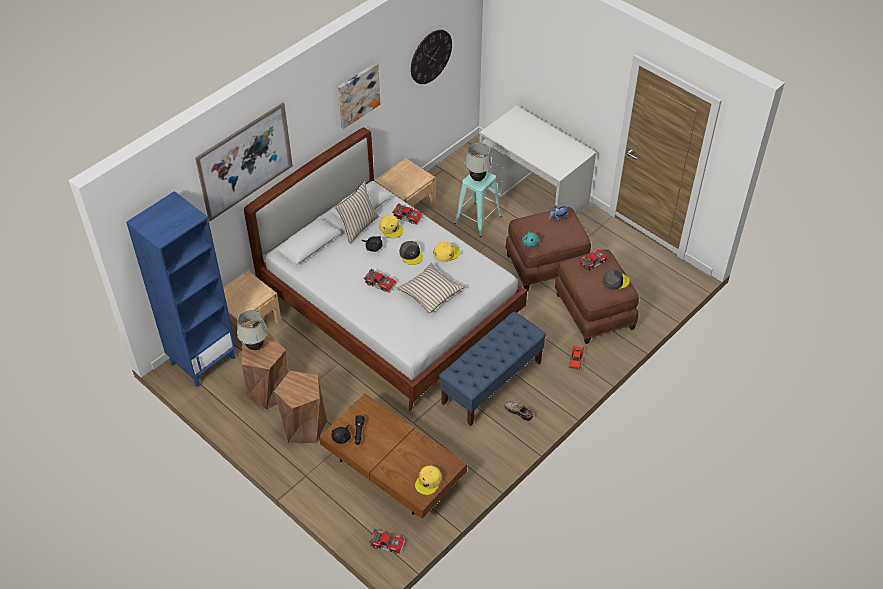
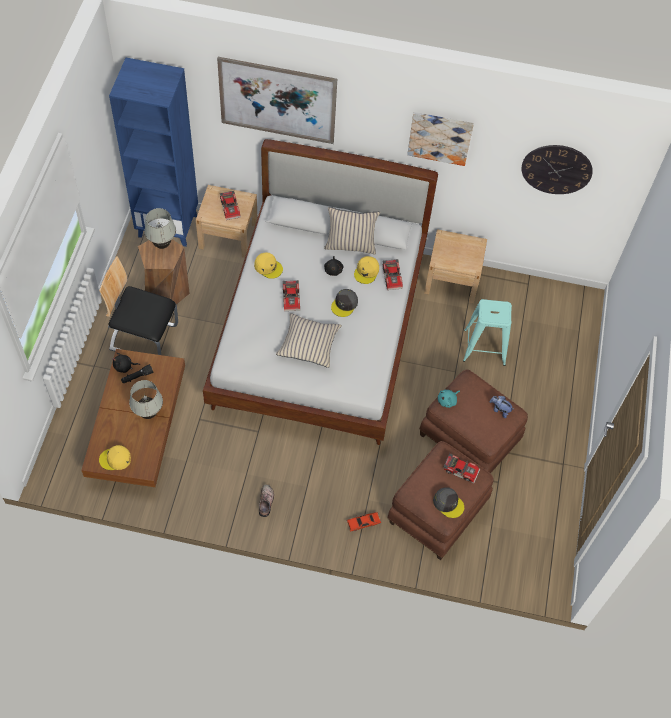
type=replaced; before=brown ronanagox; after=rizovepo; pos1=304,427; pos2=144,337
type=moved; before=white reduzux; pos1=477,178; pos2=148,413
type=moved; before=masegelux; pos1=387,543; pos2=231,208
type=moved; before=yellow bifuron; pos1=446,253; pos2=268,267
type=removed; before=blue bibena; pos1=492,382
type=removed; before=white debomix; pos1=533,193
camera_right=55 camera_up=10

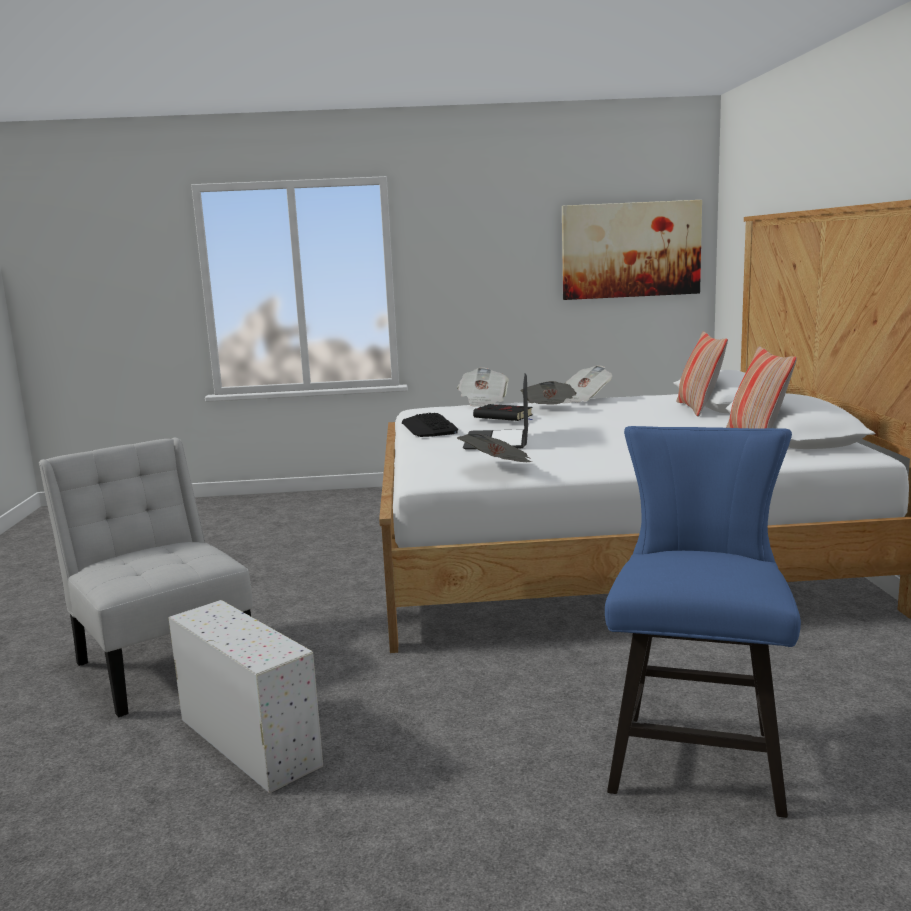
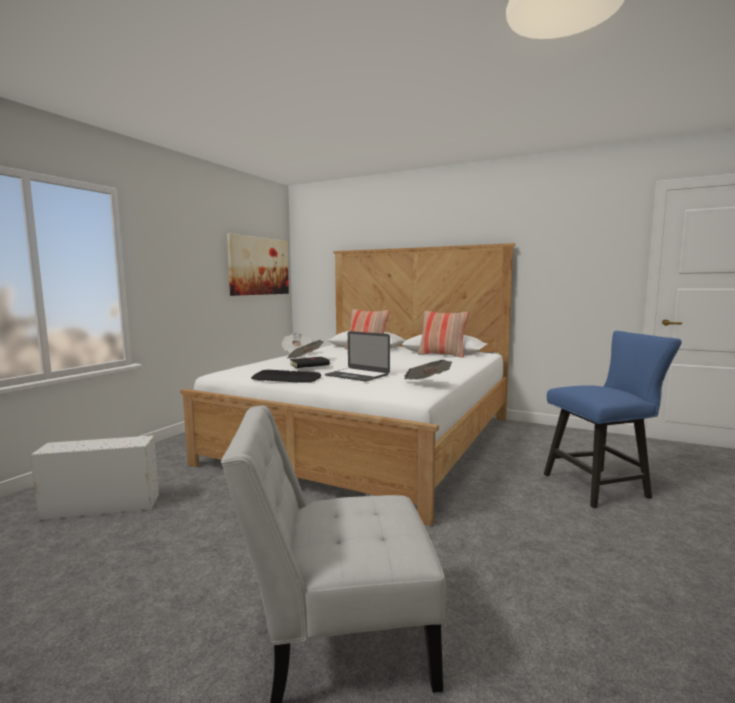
type=moved; before=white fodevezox; pos1=247,740; pos2=100,507
type=turned; before=blue rizovepo; pos1=697,753; pos2=602,486; turn=120
type=removed; before=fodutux; pos1=483,402
camera_right=-60 camera_up=-5

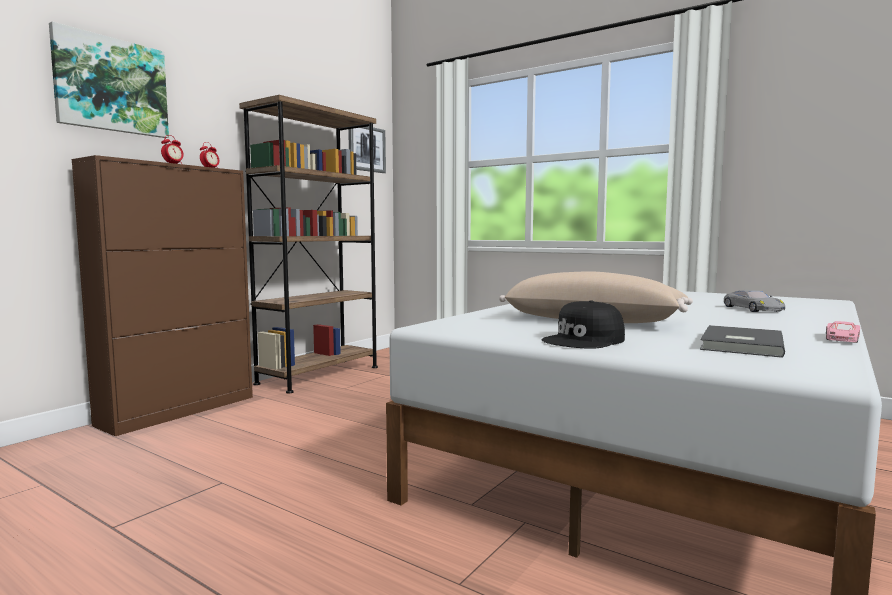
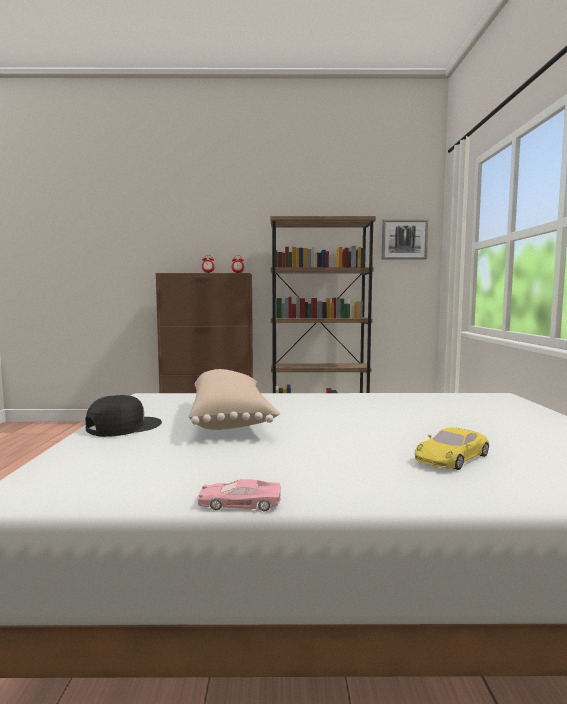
type=turned; before=black bifuron; pos1=584,340; pos2=123,426; turn=120
type=recoloured; before=grey masegelux; after=yellow masegelux; pos1=752,309; pos2=452,457
type=removed; before=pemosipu; pos1=111,85
type=removed; before=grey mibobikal; pos1=739,344
camera_right=55 camera_up=0

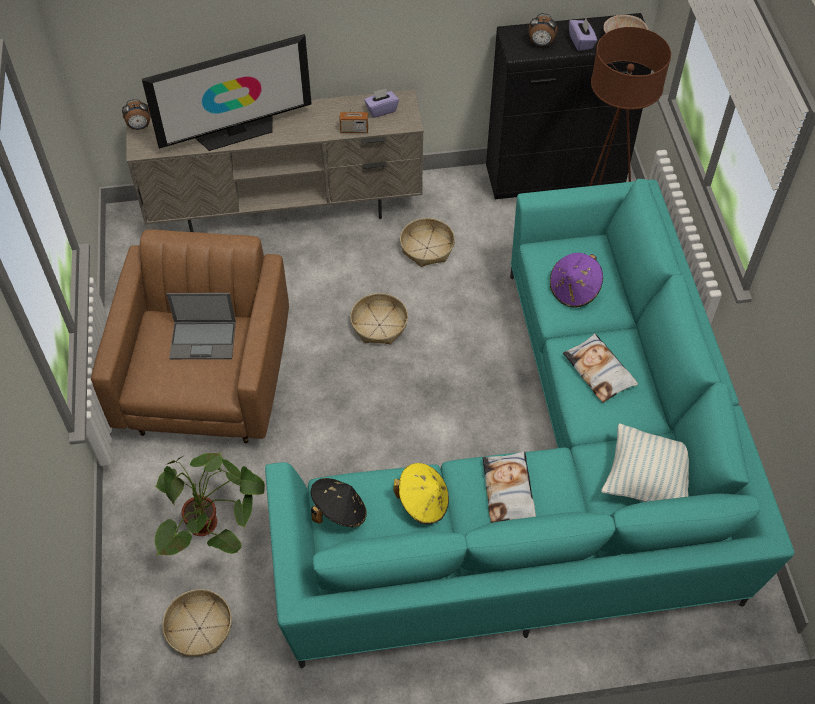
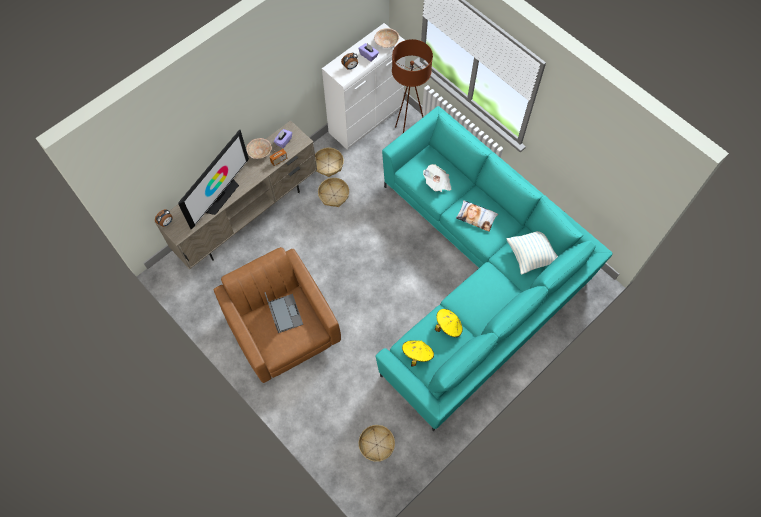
type=added; after=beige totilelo; pos2=260,152
type=turned; before=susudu; pos1=204,340; pos2=285,313; turn=-75
type=moved; before=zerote; pos1=379,325; pos2=328,164
type=recoloured; before=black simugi; after=white simugi; pos1=555,177; pos2=366,120
type=recoloured; before=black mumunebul; after=yellow mumunebul; pos1=339,511; pos2=417,354
type=replaced; before=purple mumunebul; after=fodutux; pos1=574,290; pos2=437,183
type=removed; before=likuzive; pos1=214,531
type=removed; before=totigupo; pos1=509,490
camera_right=-35 camera_up=10

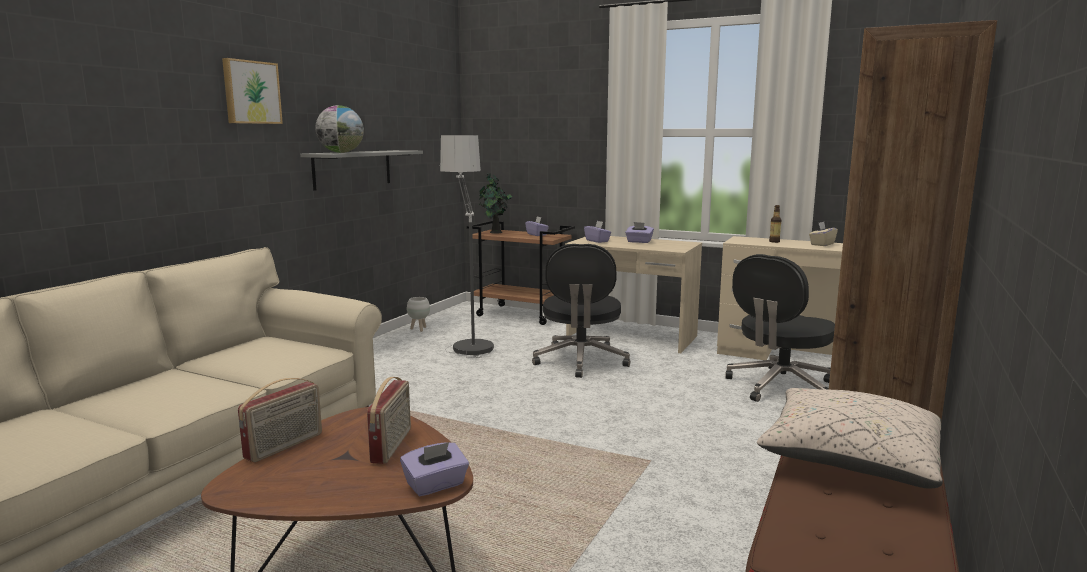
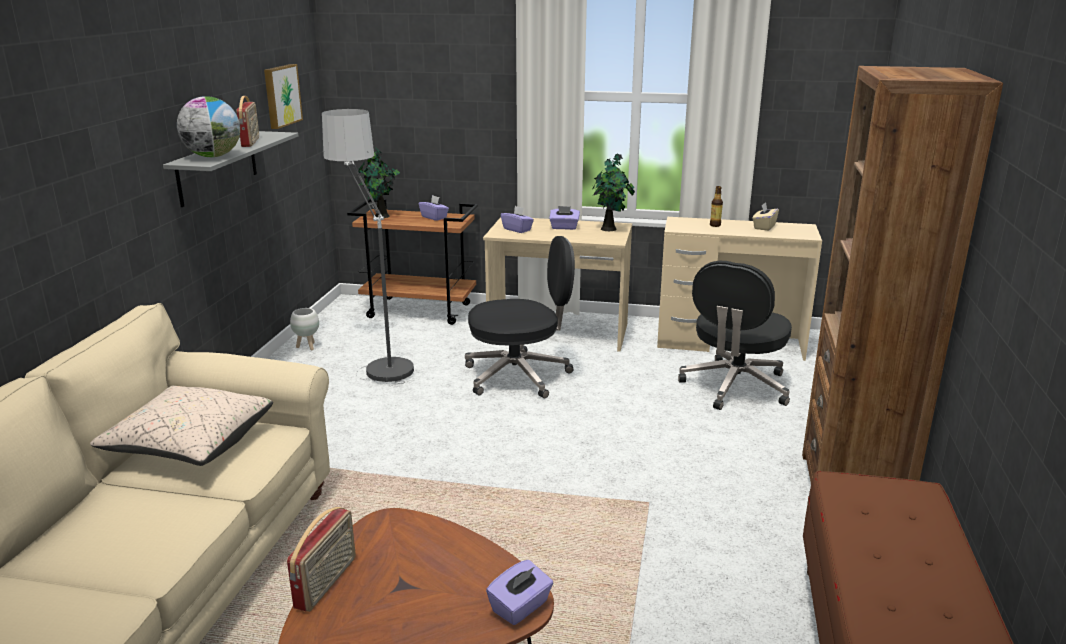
type=moved; before=beige totigupo; pos1=849,460; pos2=190,444
type=moved; before=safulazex; pos1=392,446; pos2=251,142
type=moved; before=pemosipu; pos1=251,92; pos2=281,95
type=turned; before=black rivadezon; pos1=580,361; pos2=519,375; turn=-90
type=added; after=likuzive; pos2=610,229
camera_right=-15 camera_up=10

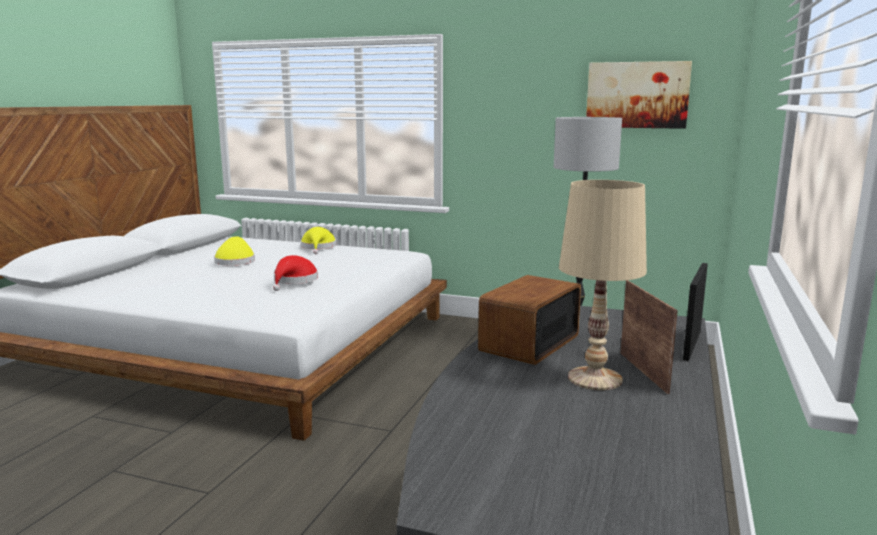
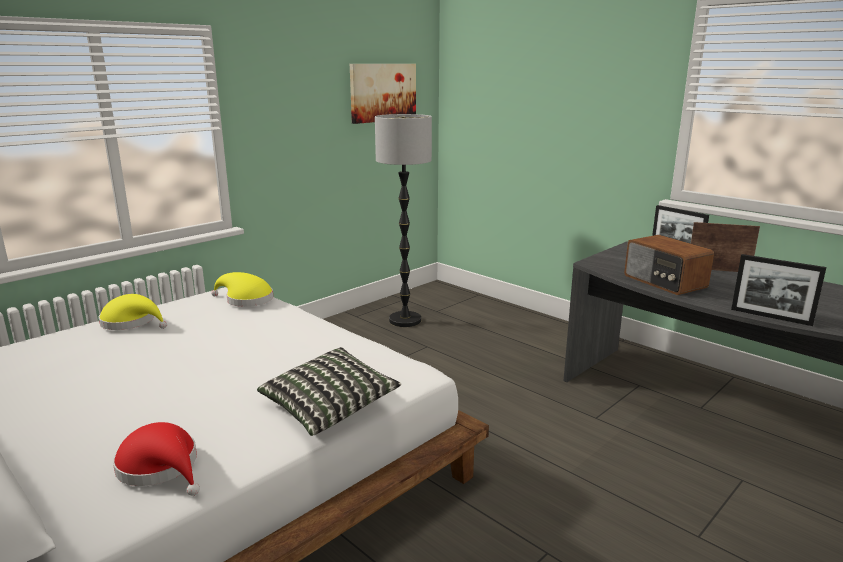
type=moved; before=red mumunebul; pos1=294,281; pos2=161,467
type=moved; before=yellow mumunebul; pos1=235,261; pos2=246,300
type=added; after=totigupo; pos2=329,407
type=added; after=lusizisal; pos2=771,317
type=removed; before=beige reduzux; pos1=594,379
camera_right=-65 camera_up=5

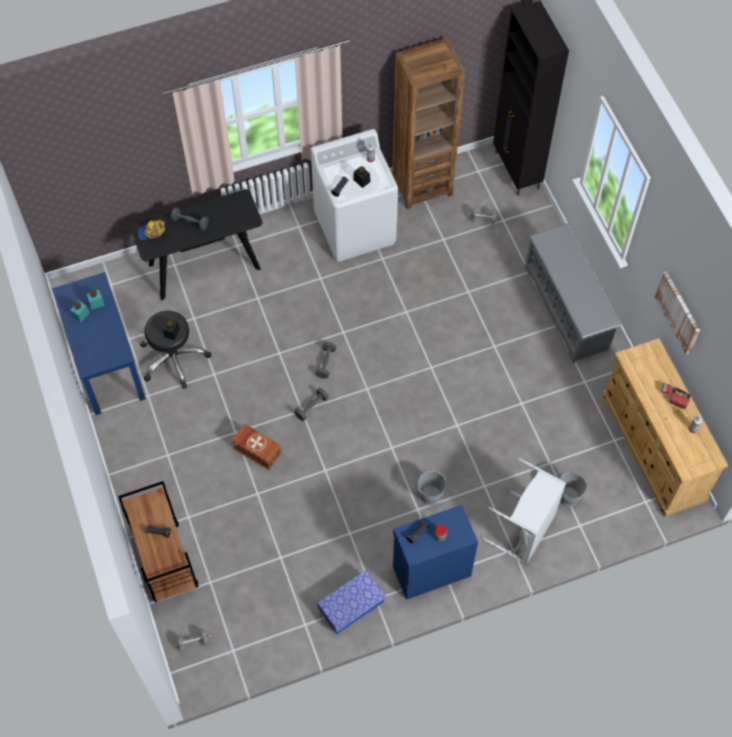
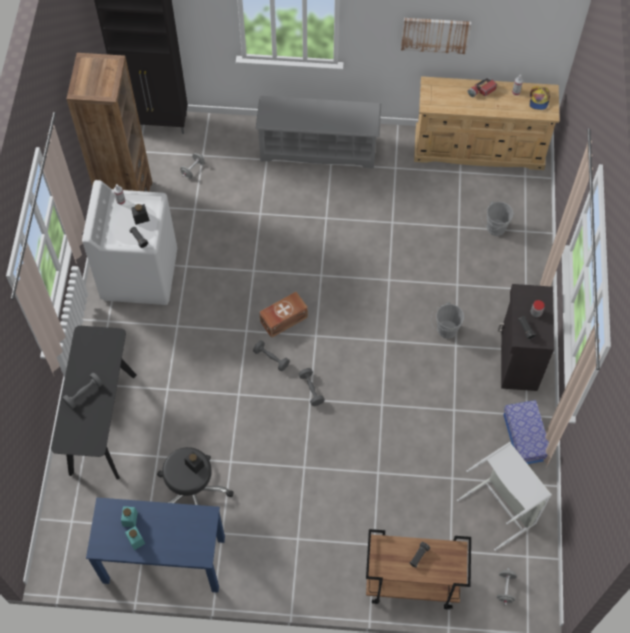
type=moved; before=brown fodevezox; pos1=257,450; pos2=283,319
type=moved; before=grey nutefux; pos1=526,531; pos2=503,507
type=recoloured; before=blue simugi; after=black simugi; pos1=430,570; pos2=517,360
type=moved; before=bifuron; pos1=151,232; pos2=539,99
camera_right=-65 camera_up=0

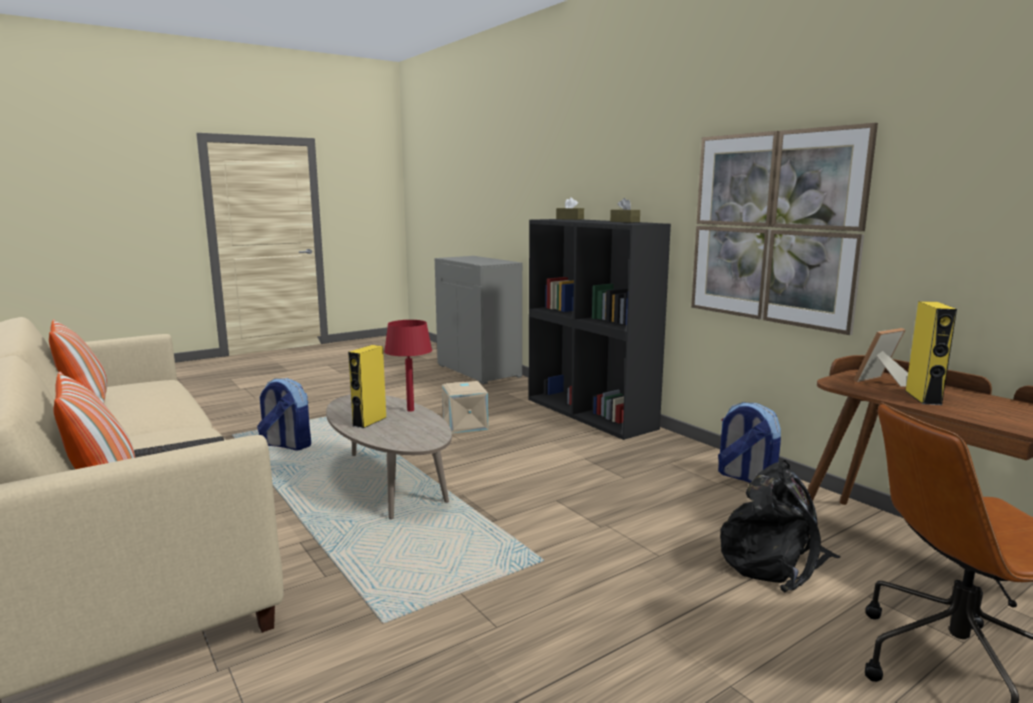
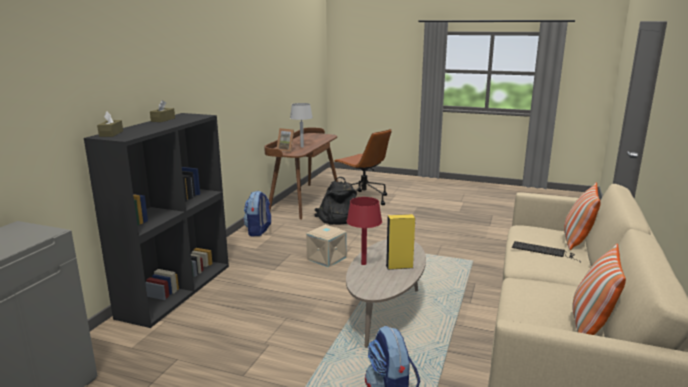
type=replaced; before=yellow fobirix; after=grey reduzux; pos1=923,397; pos2=301,147
type=moved; before=beige fodevezox; pos1=466,425; pos2=326,258
type=removed; before=pemosipu; pos1=773,228
camera_right=-125 camera_up=5

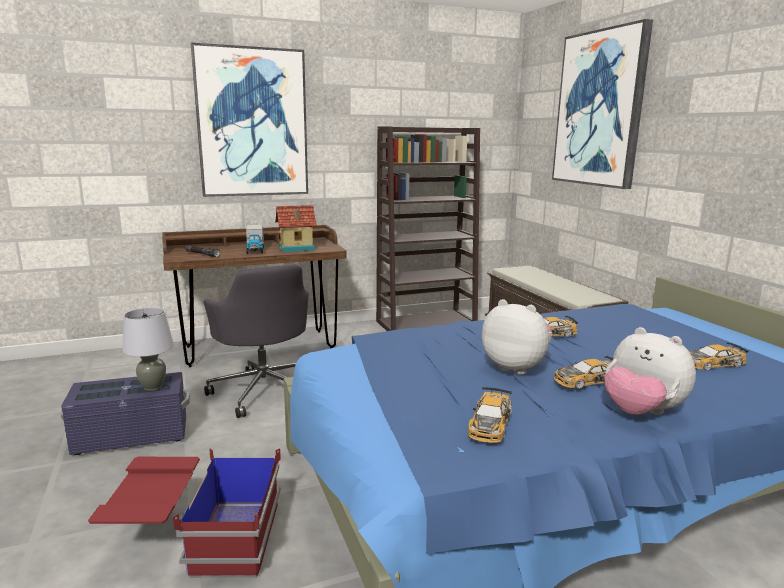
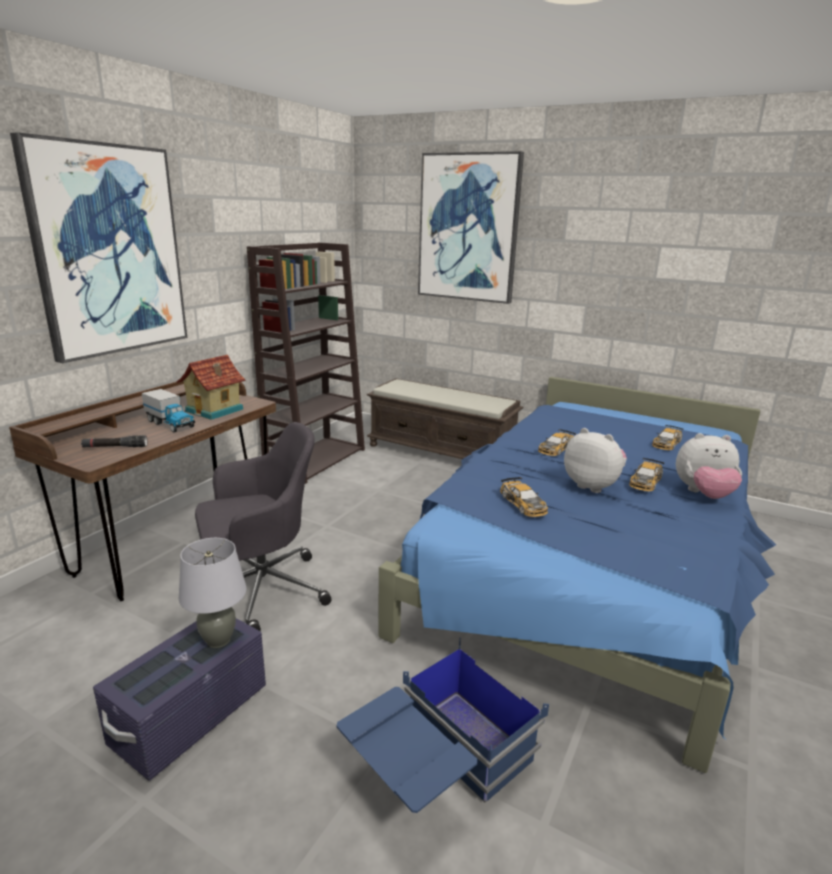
type=turned; before=grey rivadezon; pos1=264,389; pos2=261,590; turn=-45
type=recoloured; before=red fodevezox; after=blue fodevezox; pos1=197,540; pos2=438,768
type=moved; before=masegelux; pos1=490,423; pos2=523,503
type=turned; before=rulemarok; pos1=516,367; pos2=592,486; turn=45
camera_right=-40 camera_up=5

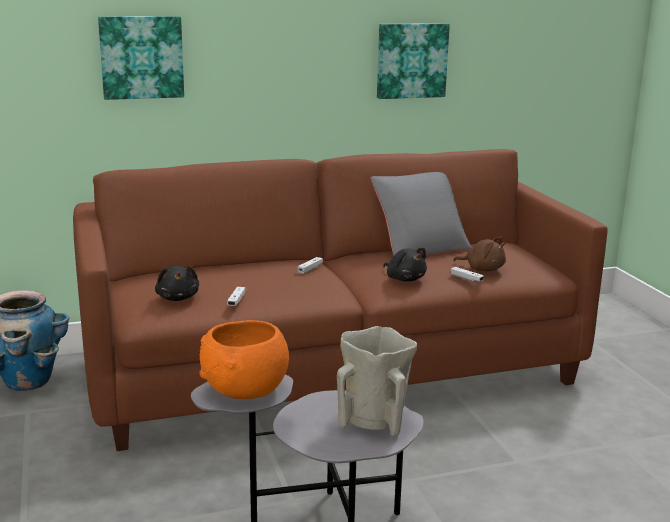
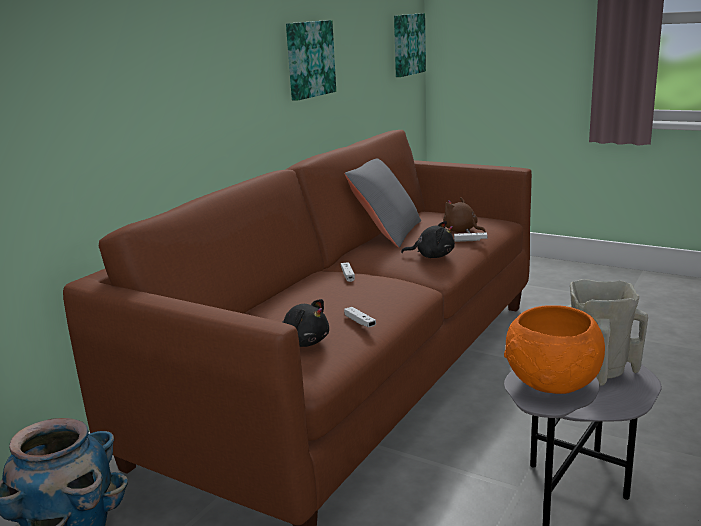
type=moved; before=pemosipu; pos1=141,57; pos2=407,44
type=turned; before=brown rulemarok; pos1=482,269; pos2=462,231; turn=-120
camera_right=-40 camera_up=0

